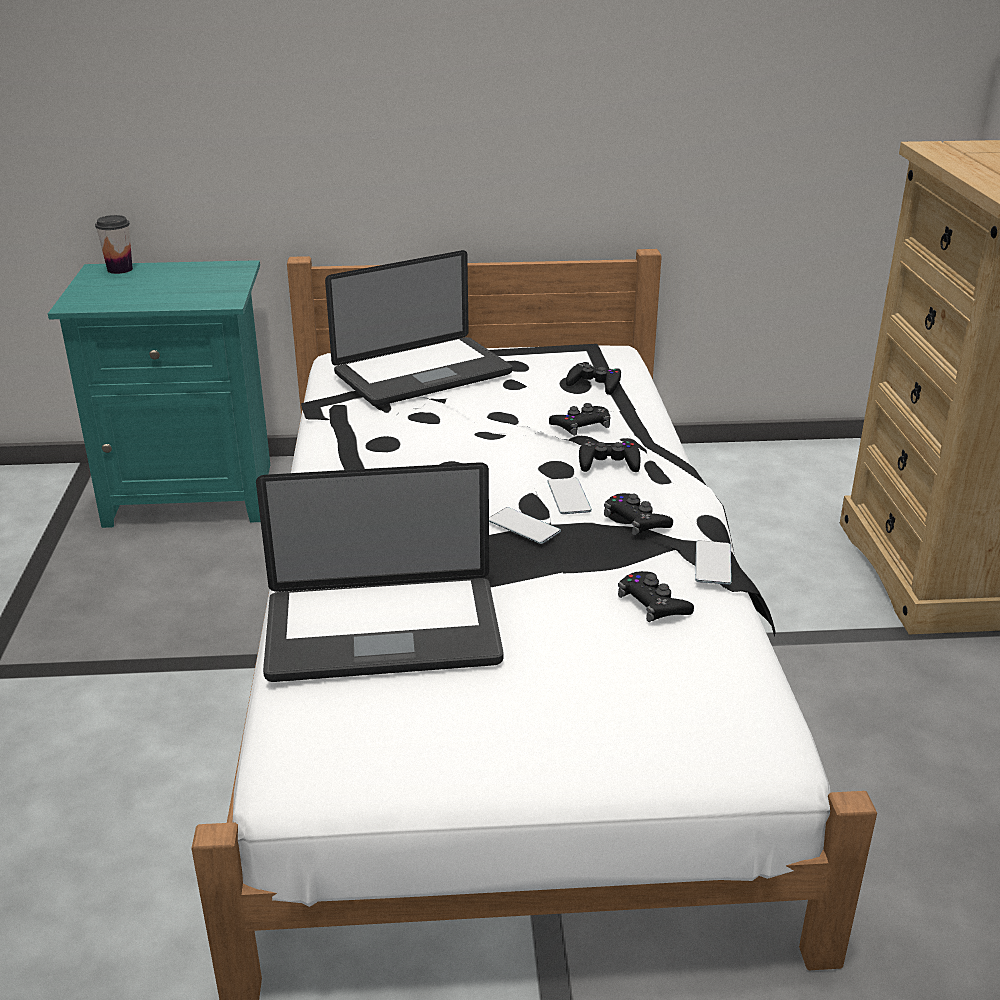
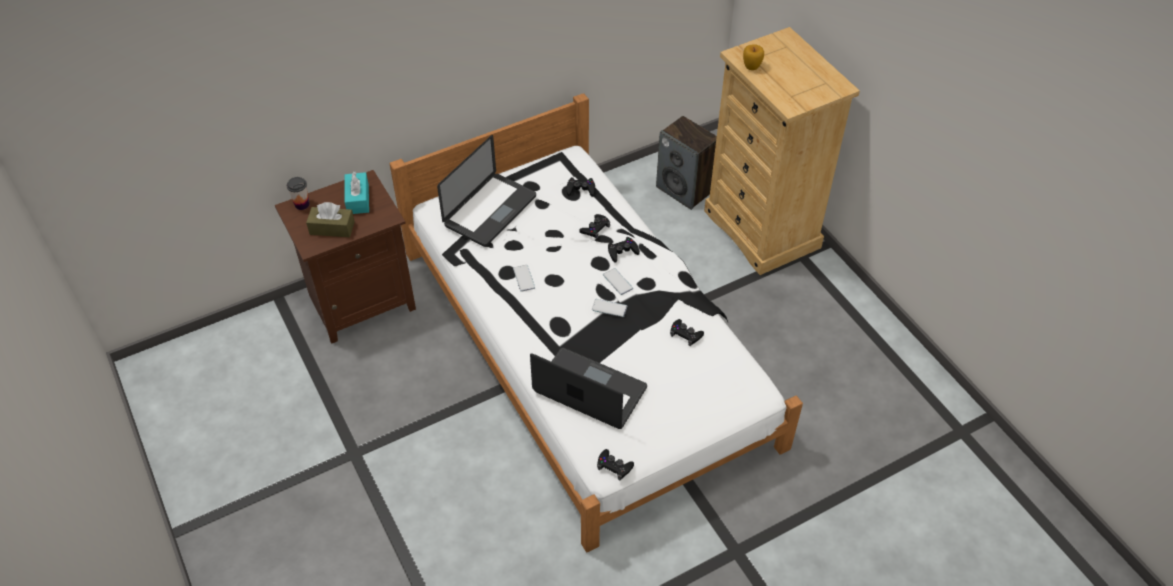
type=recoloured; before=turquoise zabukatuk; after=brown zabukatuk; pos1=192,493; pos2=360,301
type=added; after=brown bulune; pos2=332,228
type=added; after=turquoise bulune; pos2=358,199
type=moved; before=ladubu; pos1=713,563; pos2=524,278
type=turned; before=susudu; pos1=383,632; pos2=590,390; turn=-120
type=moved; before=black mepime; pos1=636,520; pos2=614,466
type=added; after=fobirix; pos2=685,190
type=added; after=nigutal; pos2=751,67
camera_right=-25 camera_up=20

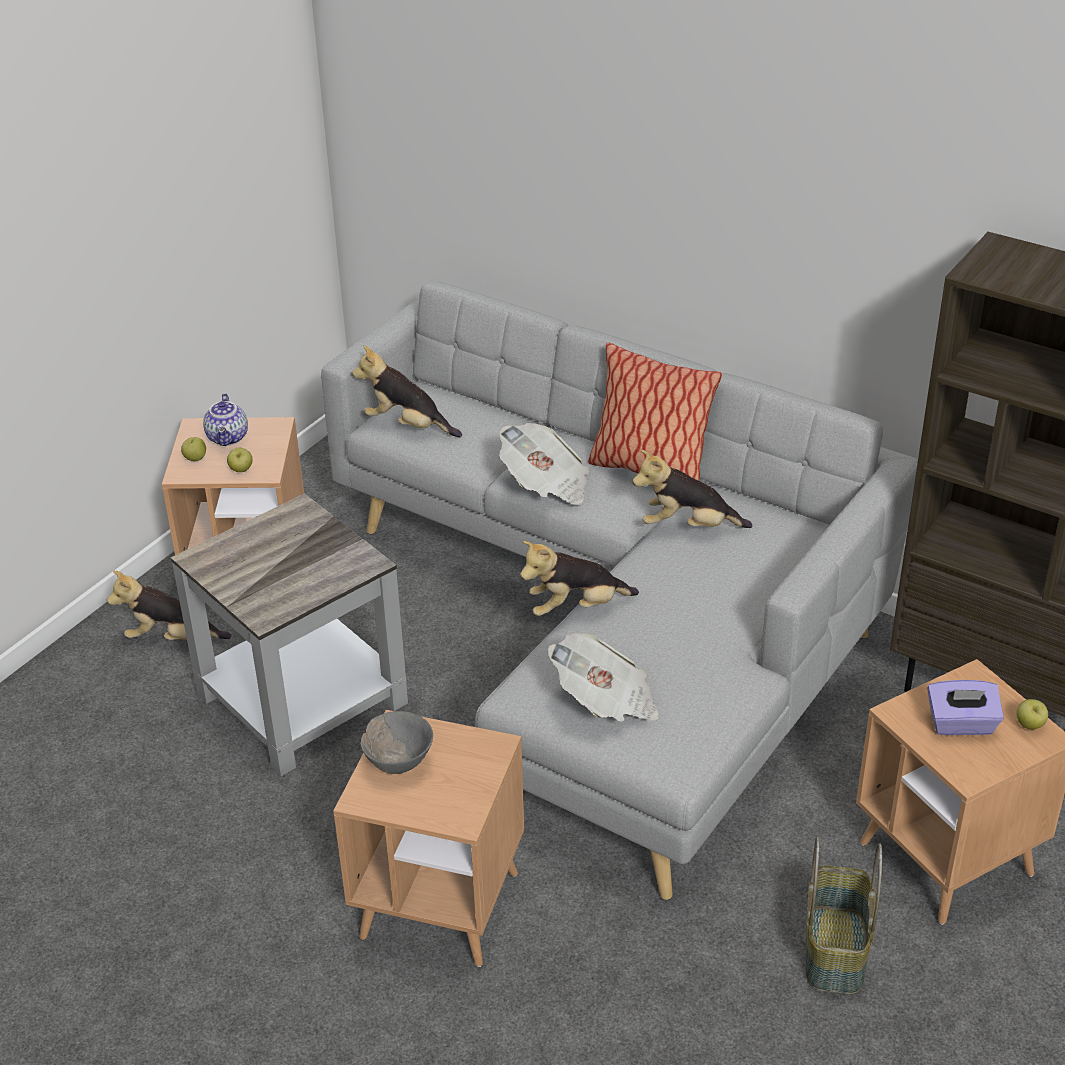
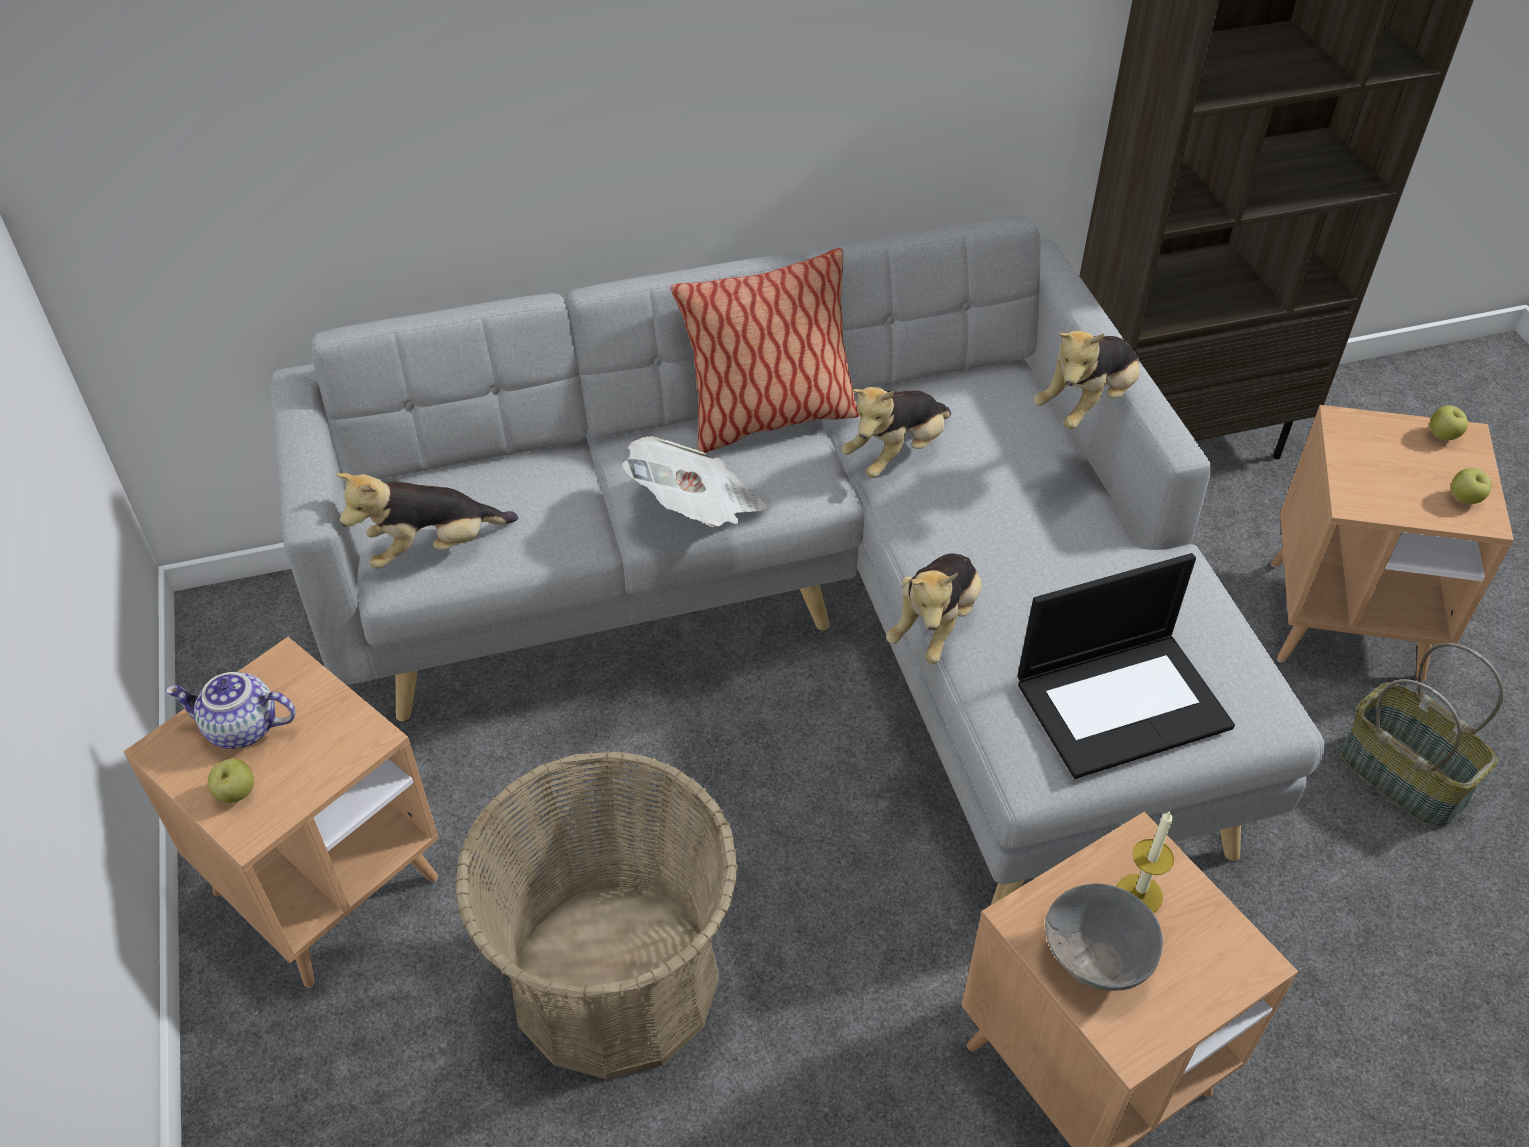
type=turned; before=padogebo; pos1=229,438; pos2=241,729; turn=150
type=replaced; before=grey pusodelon; after=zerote; pos1=302,696; pos2=614,978
type=replaced; before=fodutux; after=susudu; pos1=605,702; pos2=1123,702
type=moved; before=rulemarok; pos1=171,638; pos2=1087,404
type=added; after=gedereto; pos2=1139,894
type=moved; before=nigutal; pos1=241,470; pos2=1464,499
type=removed; before=purple bulune; pos1=961,724
camera_right=-50 camera_up=10

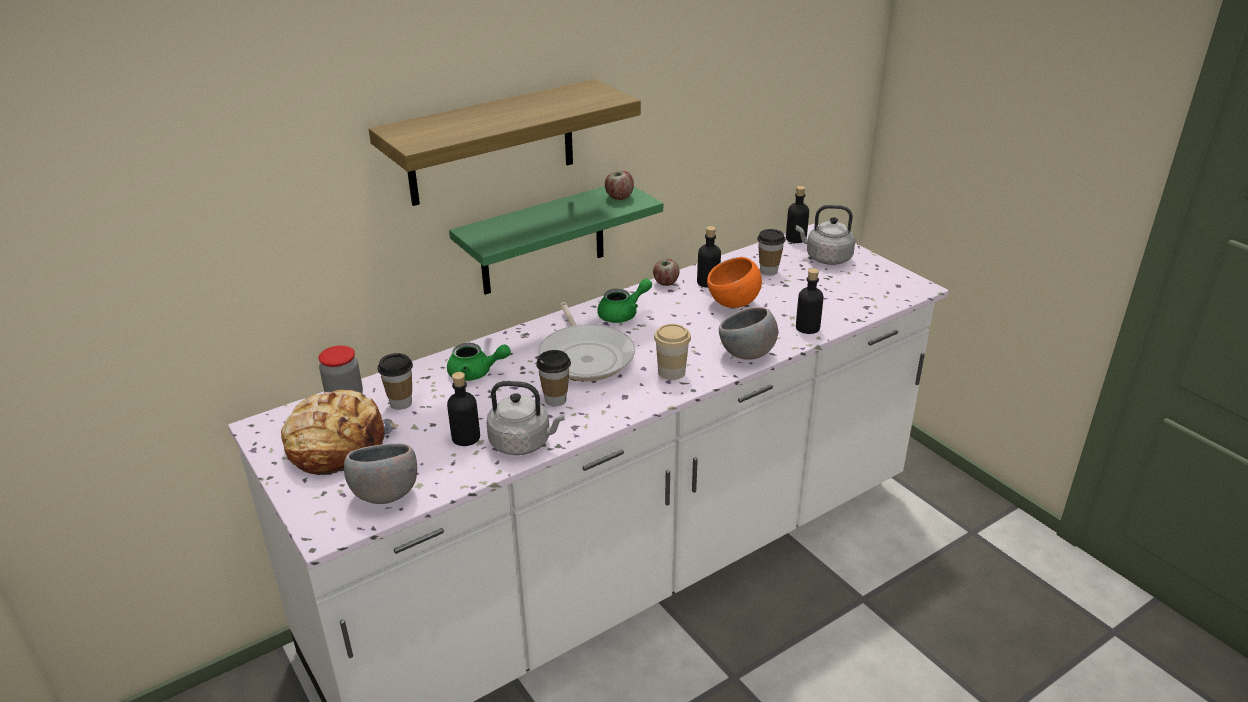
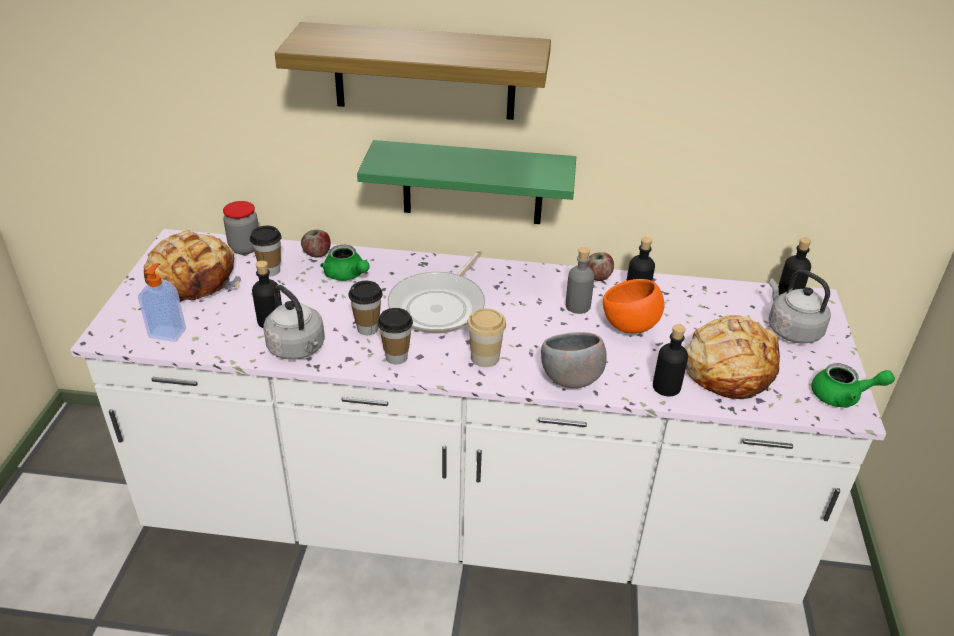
type=replaced; before=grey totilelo; after=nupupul; pos1=385,495; pos2=168,332
type=moved; before=nigutal; pos1=619,197; pos2=317,253
type=moved; before=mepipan; pos1=768,271; pos2=396,357
type=added; after=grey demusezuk; pos2=577,306
type=added; after=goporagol; pos2=728,368
type=moved; before=green padogebo; pos1=623,314; pos2=843,397
camera_right=40 camera_up=5

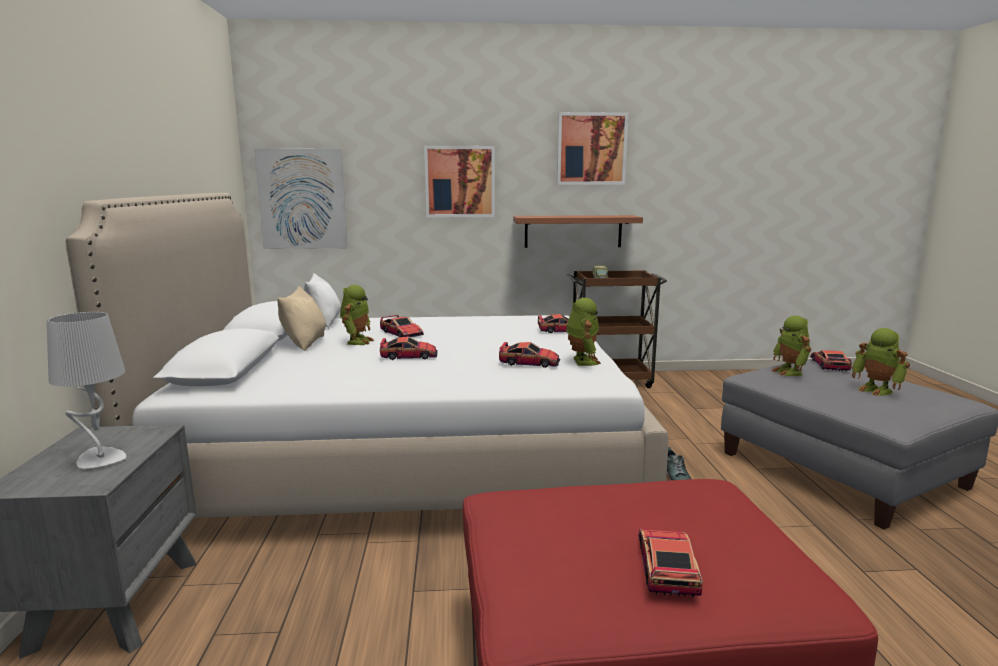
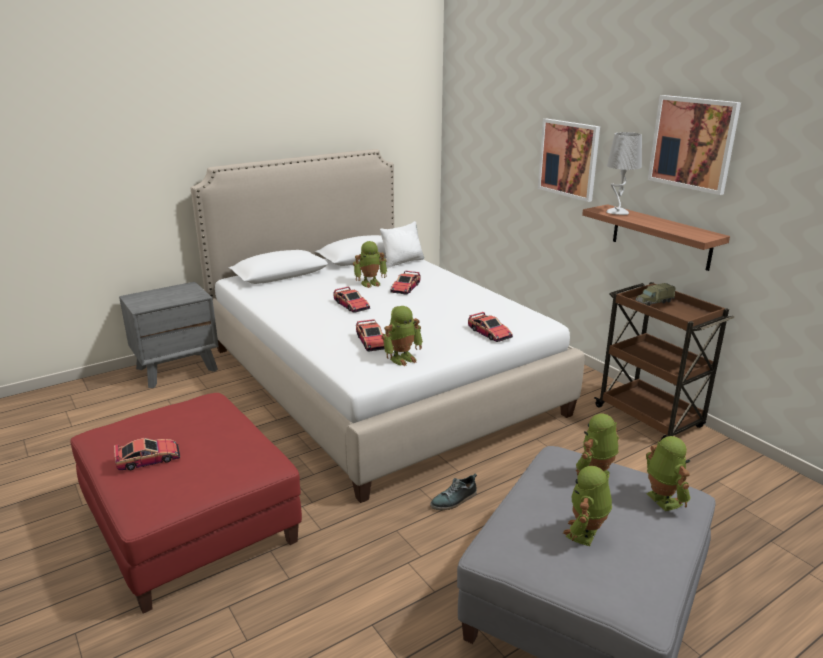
type=moved; before=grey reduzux; pos1=99,459; pos2=617,212
type=replaced; before=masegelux; after=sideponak; pos1=829,365; pos2=661,500
type=removed; before=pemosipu; pos1=302,199
type=removed; before=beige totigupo; pos1=305,343
camera_right=60 camera_up=10

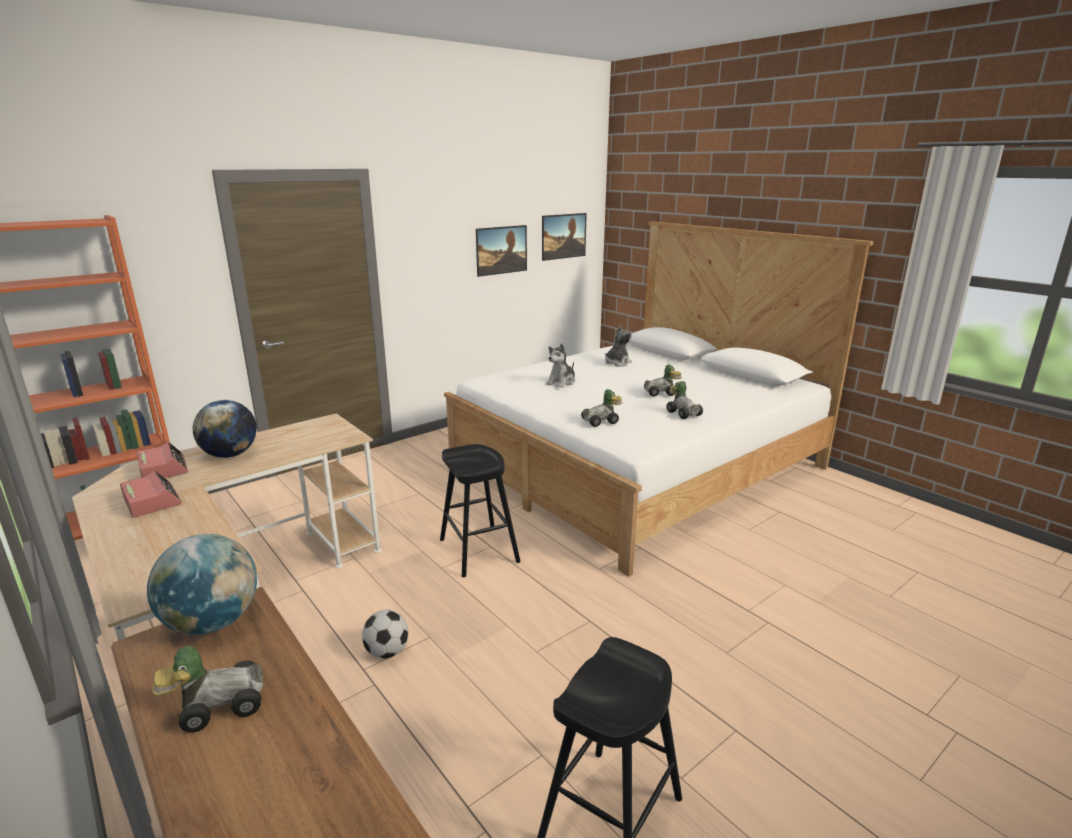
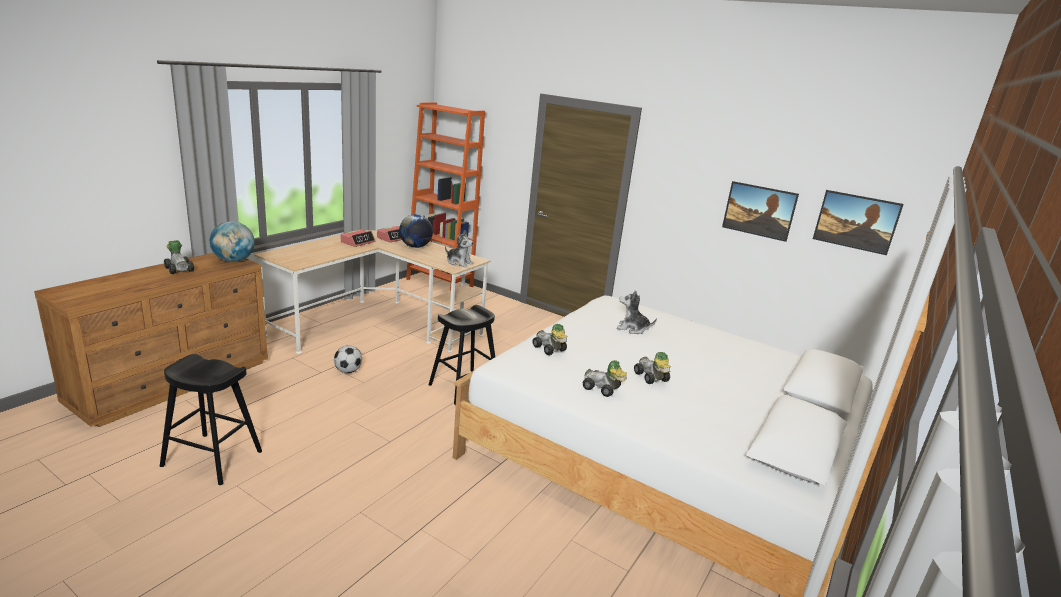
type=moved; before=rulemarok; pos1=617,363; pos2=459,262
type=turned; before=masegelux; pos1=683,413; pos2=602,389; turn=75
camera_right=70 camera_up=0

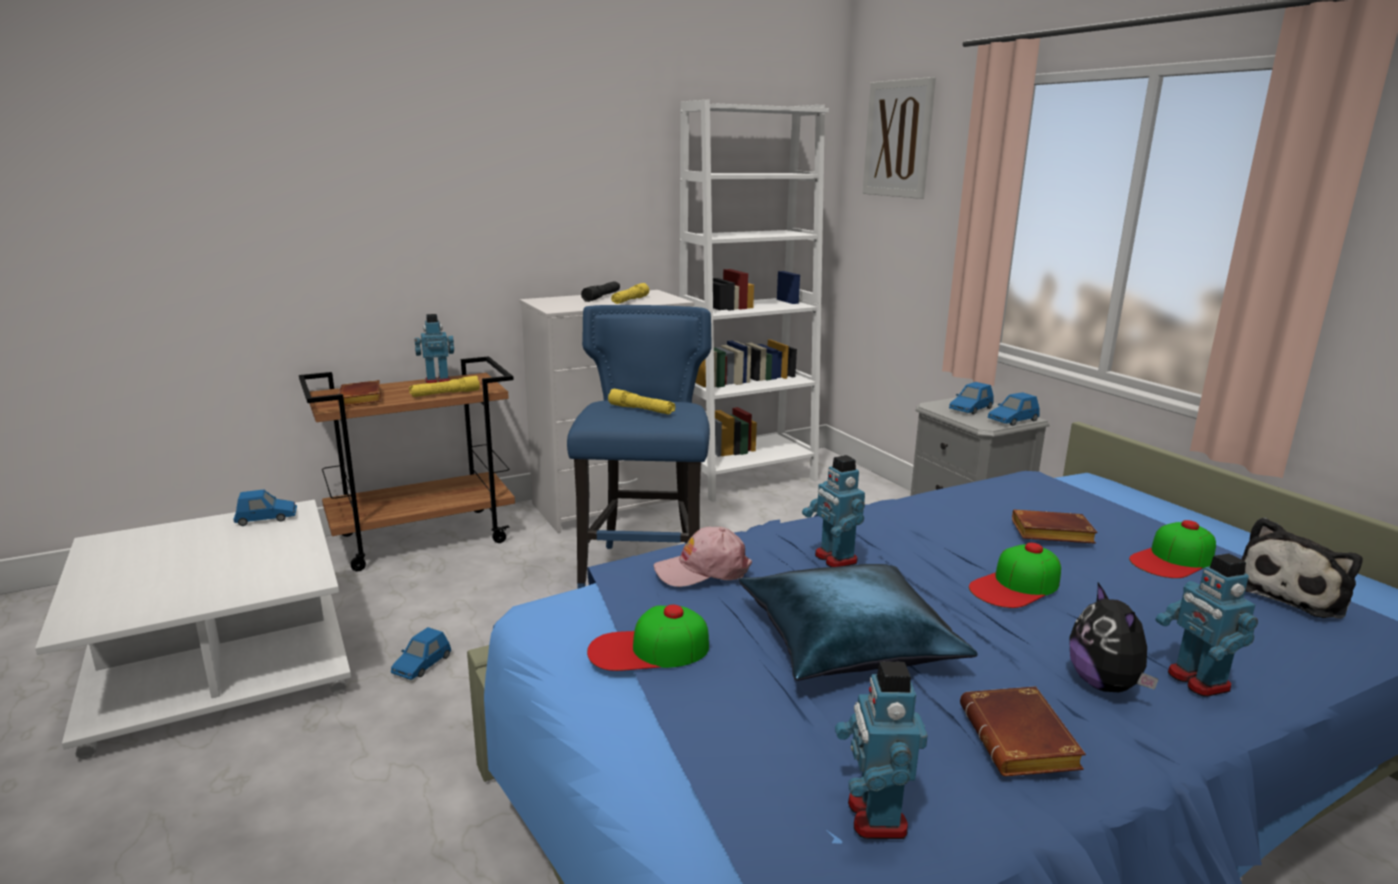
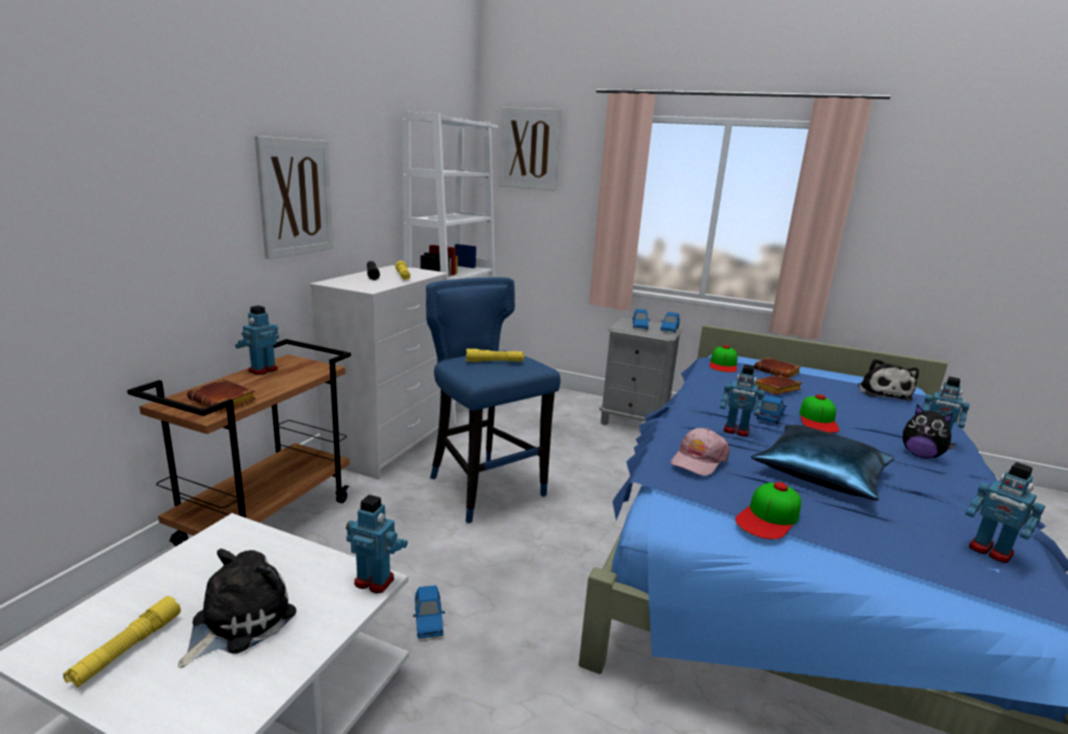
type=moved; before=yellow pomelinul; pos1=445,394; pos2=127,649
type=added; after=rulemarok; pos2=238,621
type=added; after=pemosipu; pos2=296,197
type=added; after=sideponak; pos2=375,580
type=moved; before=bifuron; pos1=1173,559; pos2=723,364
type=moved; before=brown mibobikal; pos1=1022,742; pos2=777,372
type=moved; before=blue masegelux; pos1=266,518; pos2=770,416
camera_right=-40 camera_up=0

